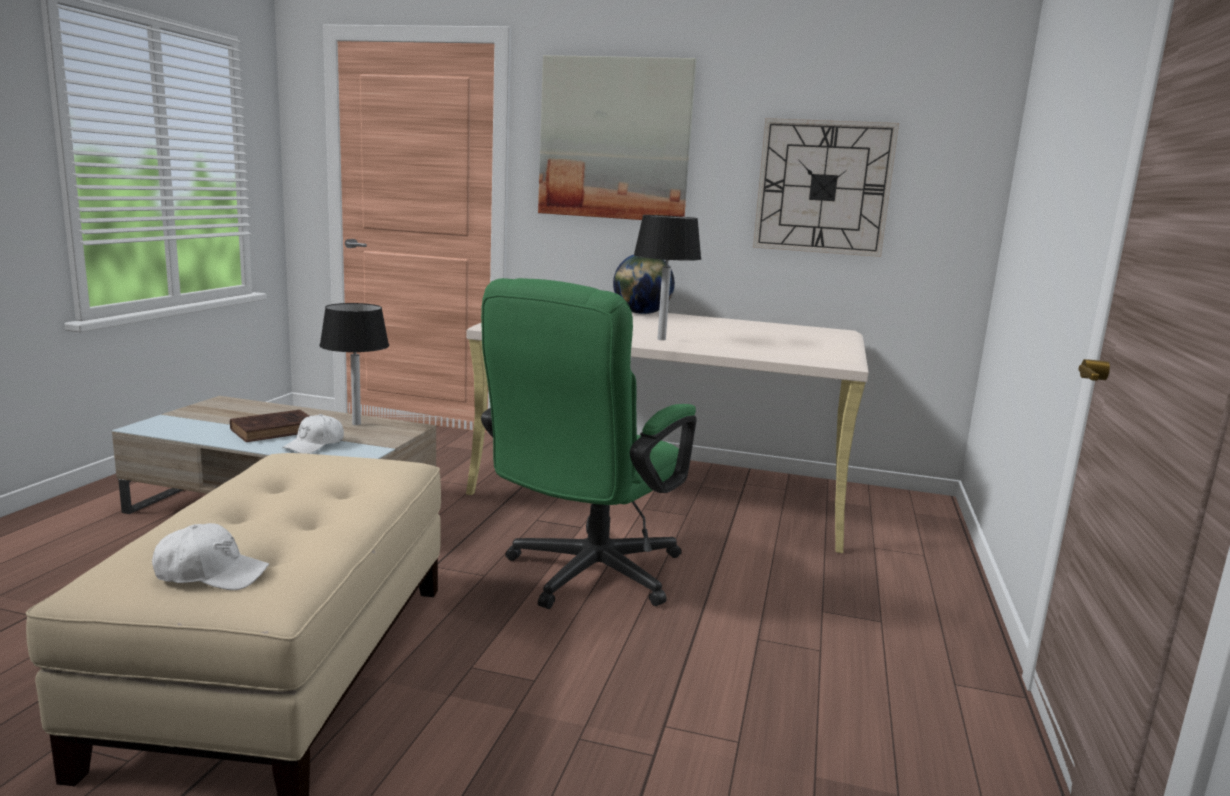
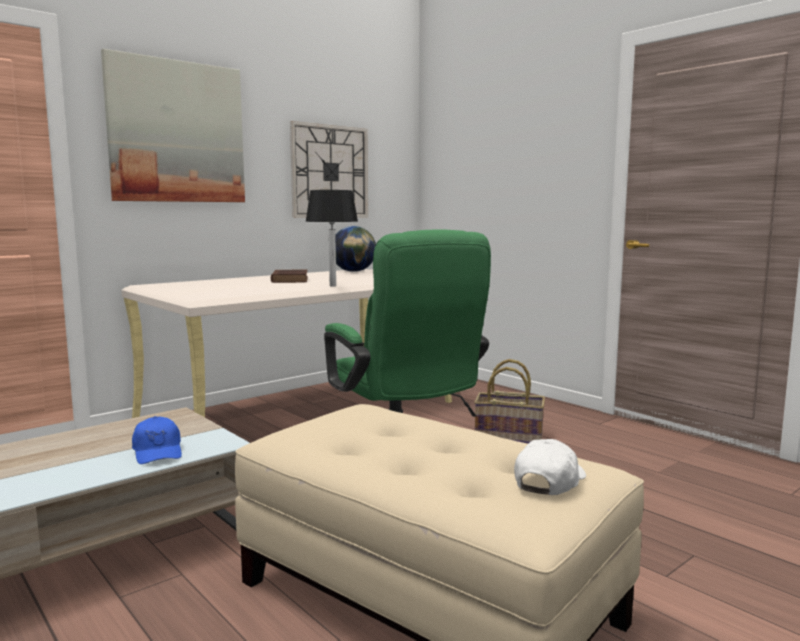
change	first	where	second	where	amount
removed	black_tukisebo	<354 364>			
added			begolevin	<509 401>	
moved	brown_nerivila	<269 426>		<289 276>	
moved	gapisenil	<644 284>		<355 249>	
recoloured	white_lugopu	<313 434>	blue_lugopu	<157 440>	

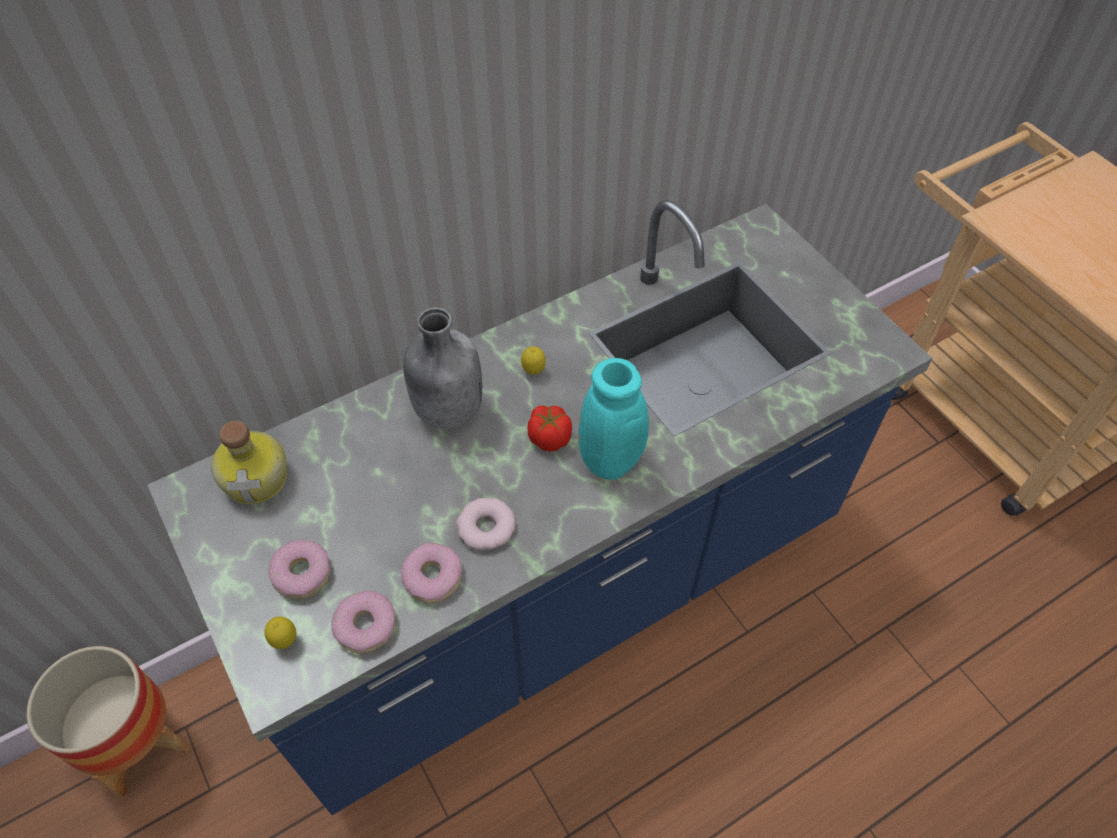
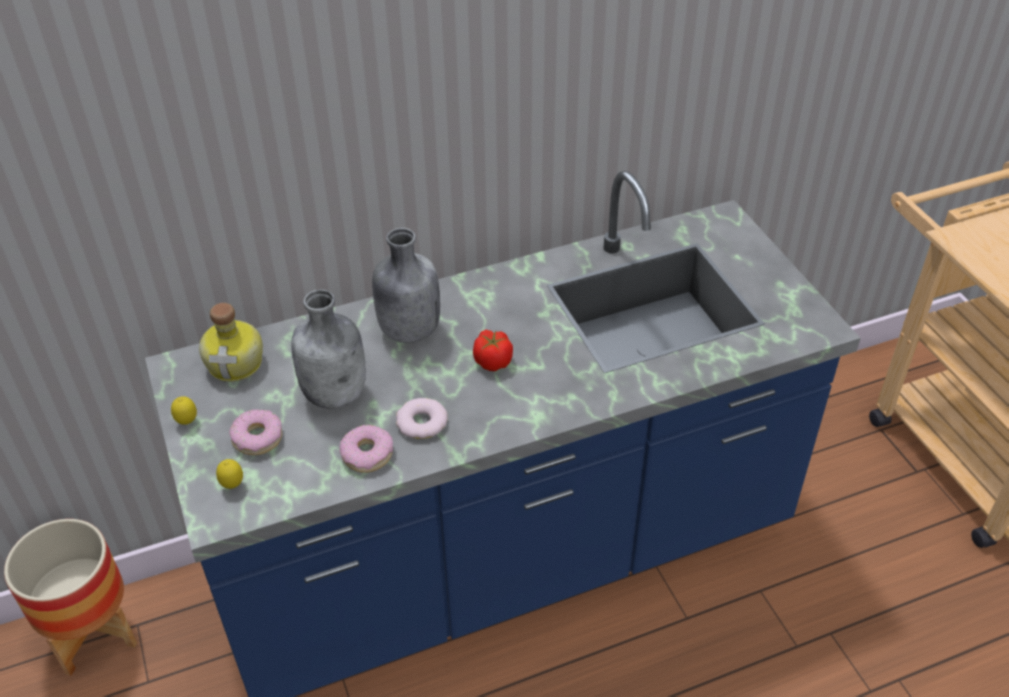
change	first	where	second	where	amount
removed	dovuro	<363 622>			
removed	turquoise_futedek	<613 419>			
added			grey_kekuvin	<328 348>	
moved	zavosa	<533 360>		<184 410>	

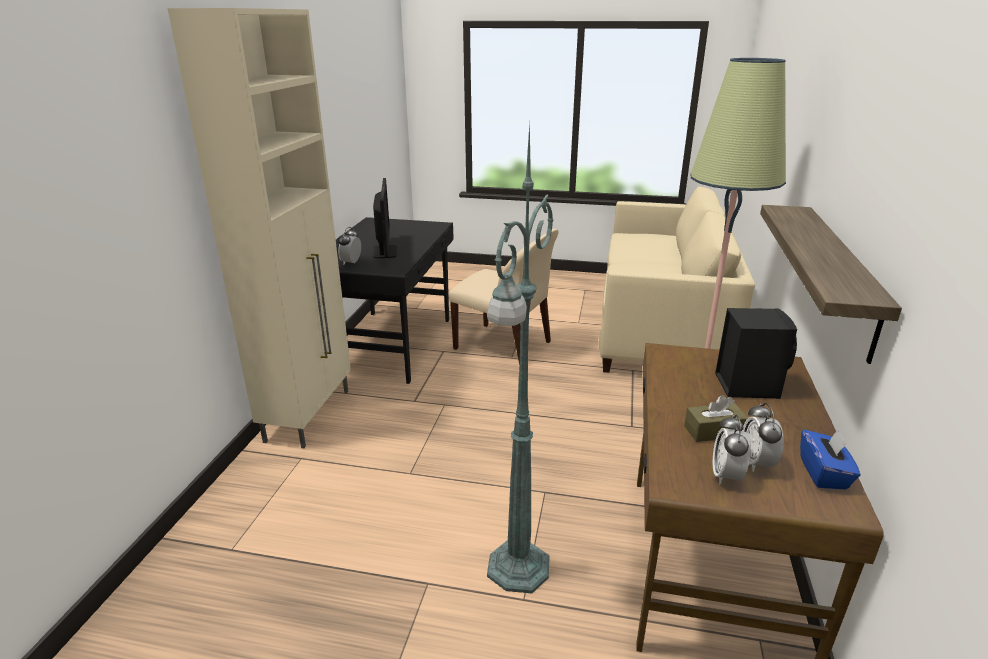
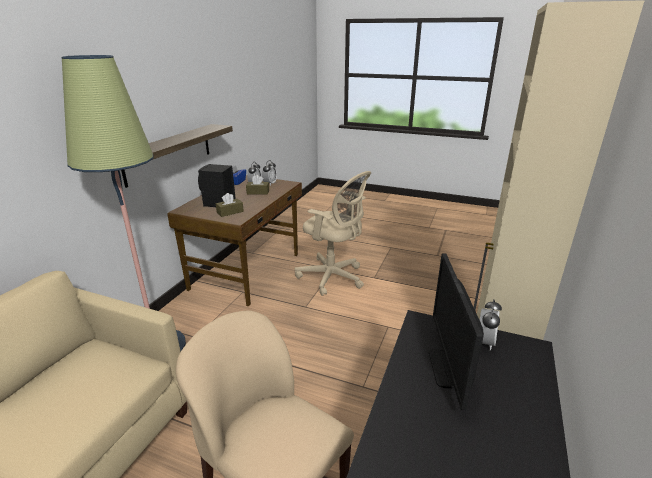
change	first	where	second	where	amount
added			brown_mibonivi	<230 205>	
replaced	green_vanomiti	<520 358>	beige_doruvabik	<333 233>	

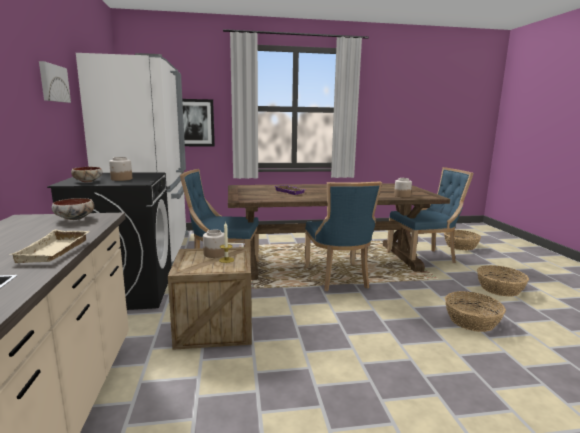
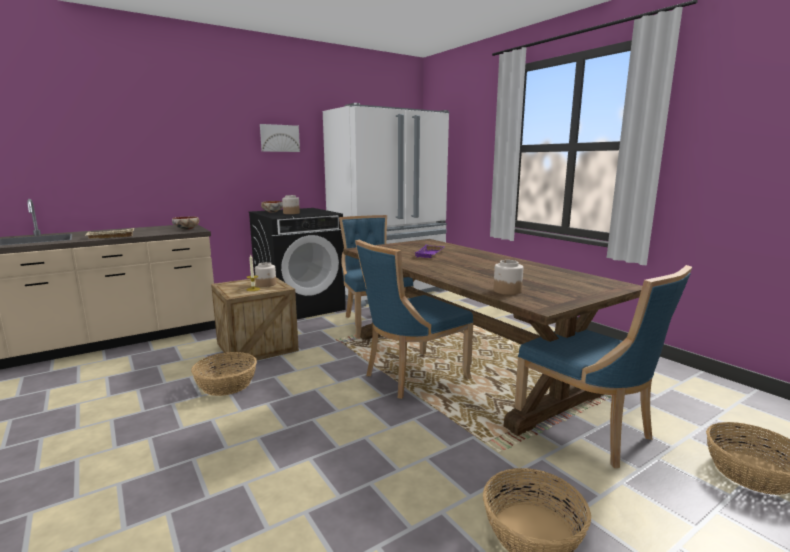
change	first	where	second	where	amount
removed	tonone	<198 122>			
moved	begolevin	<475 311>		<224 374>	

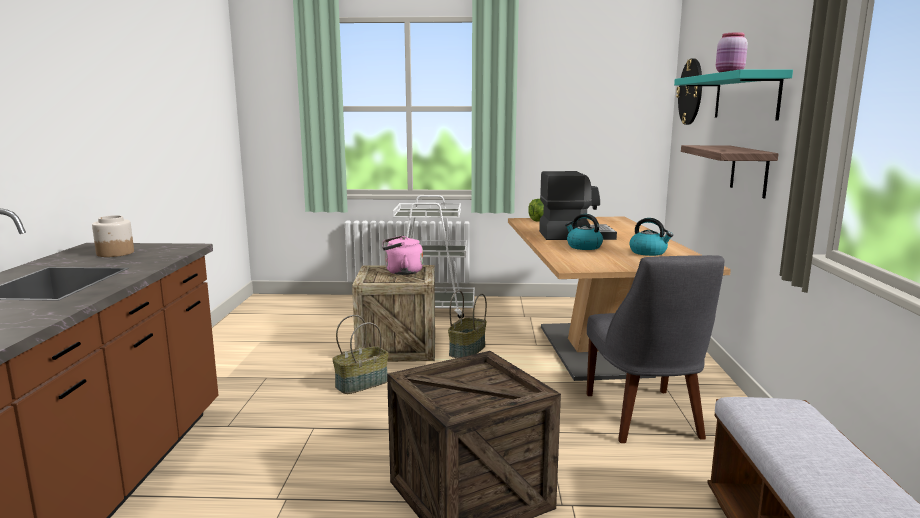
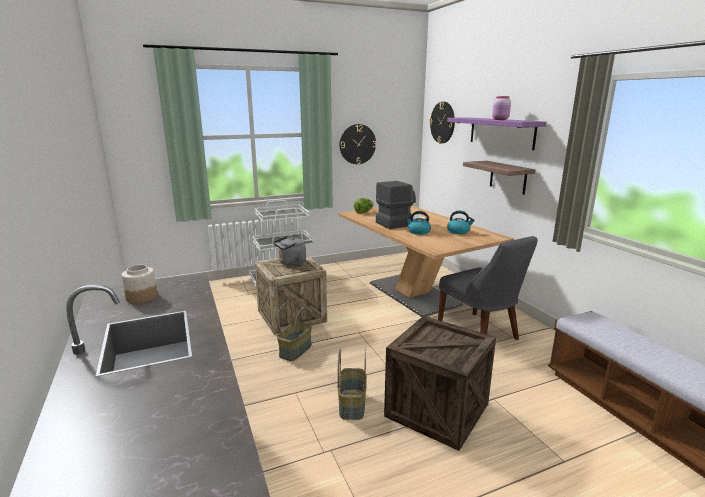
change	first	where	second	where	amount
added			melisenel	<358 144>	
moved	begolevin	<467 324>		<352 384>	
recoloured	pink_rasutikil	<402 255>	grey_rasutikil	<289 251>	
recoloured	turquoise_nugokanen	<733 95>	purple_nugokanen	<496 133>	

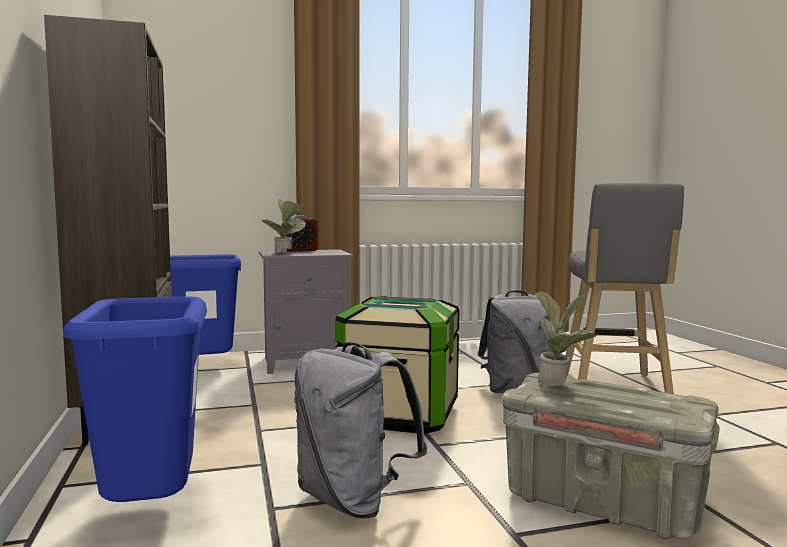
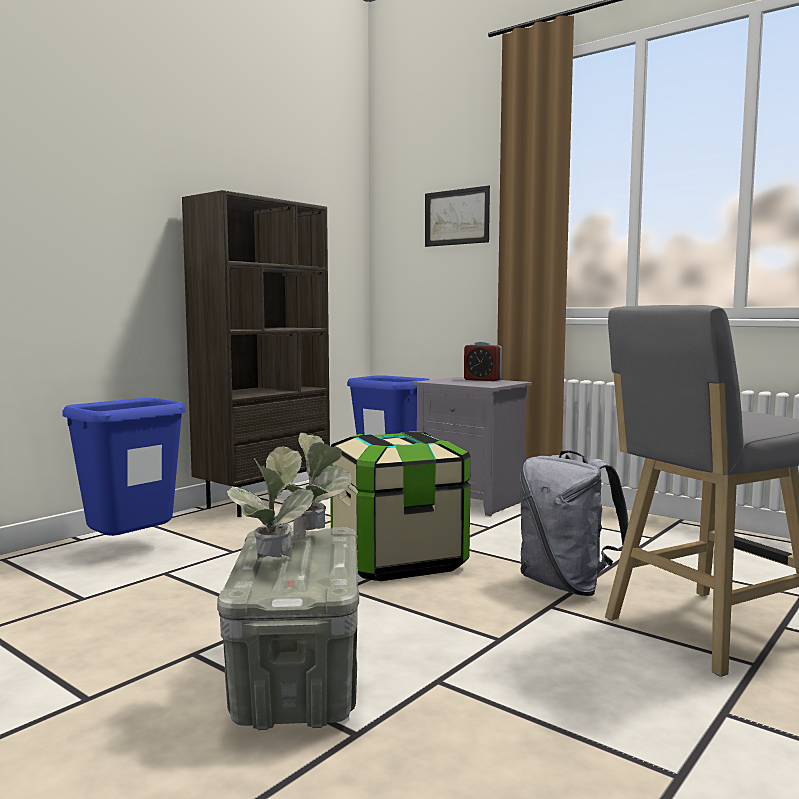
change	first	where	second	where	amount
removed	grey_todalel	<361 430>			
added			tonone	<457 216>	
moved	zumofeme	<284 226>		<270 503>	

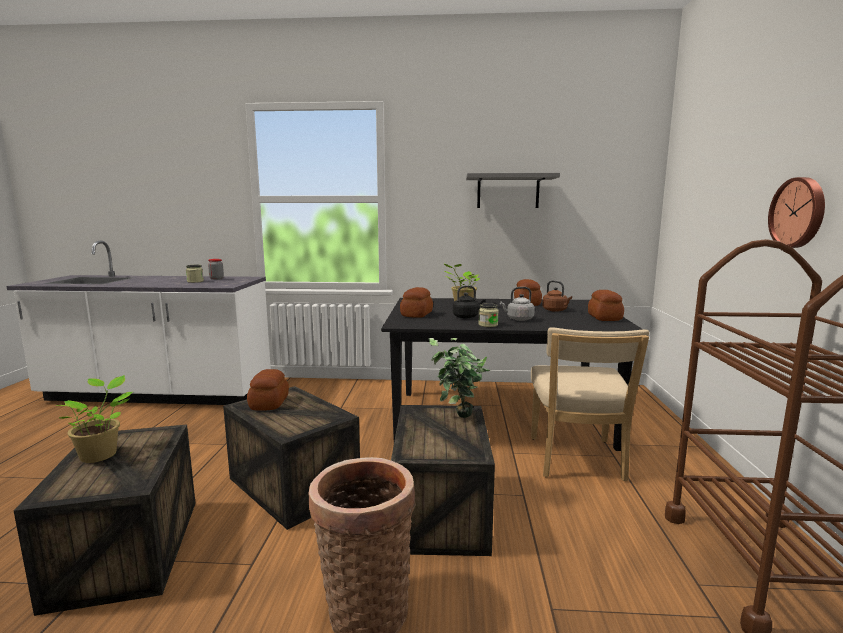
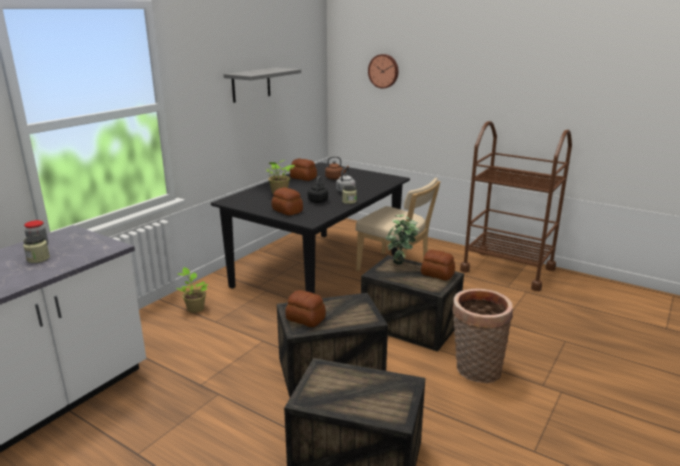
change	first	where	second	where	amount
moved	zumofeme	<93 419>		<192 290>	
moved	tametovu	<606 305>		<438 265>	
moved	melisenel	<796 212>		<383 71>	

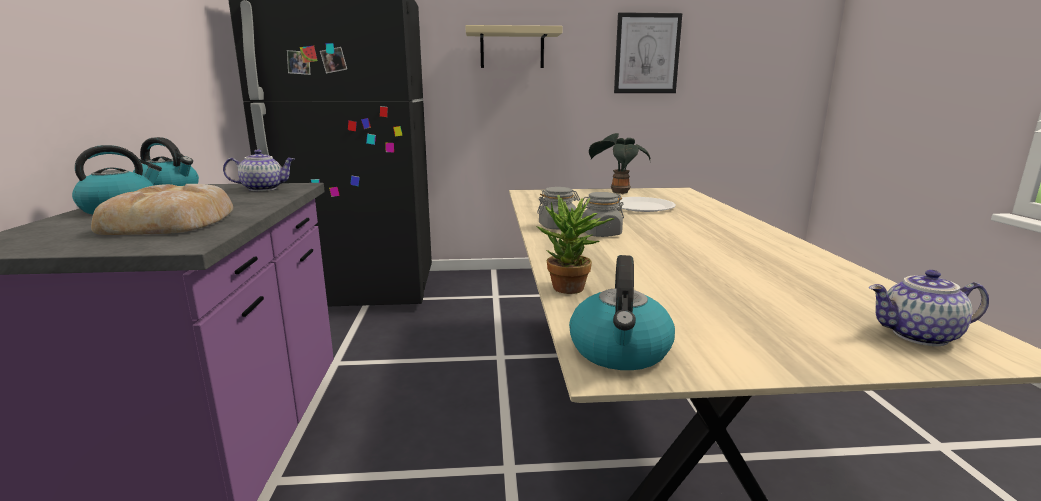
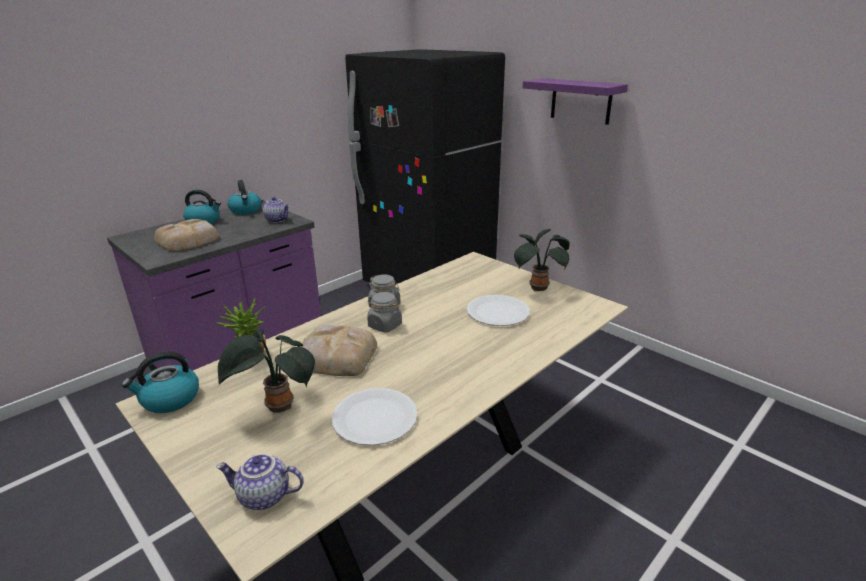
change	first	where	second	where	amount
removed	tonone	<648 52>			
added			zumofeme	<266 370>	
added			tametovu	<339 350>	
added			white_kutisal	<375 417>	
recoloured	beige_nugokanen	<514 46>	purple_nugokanen	<575 101>	
turned	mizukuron	<929 308>		<260 482>	45 degrees counterclockwise

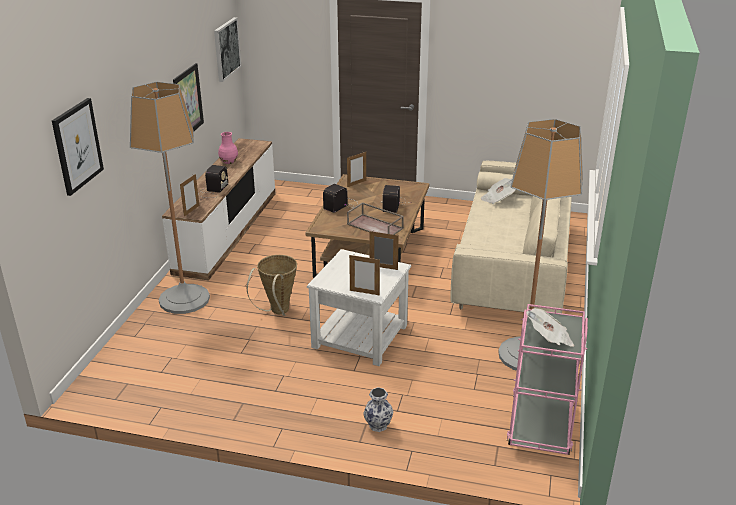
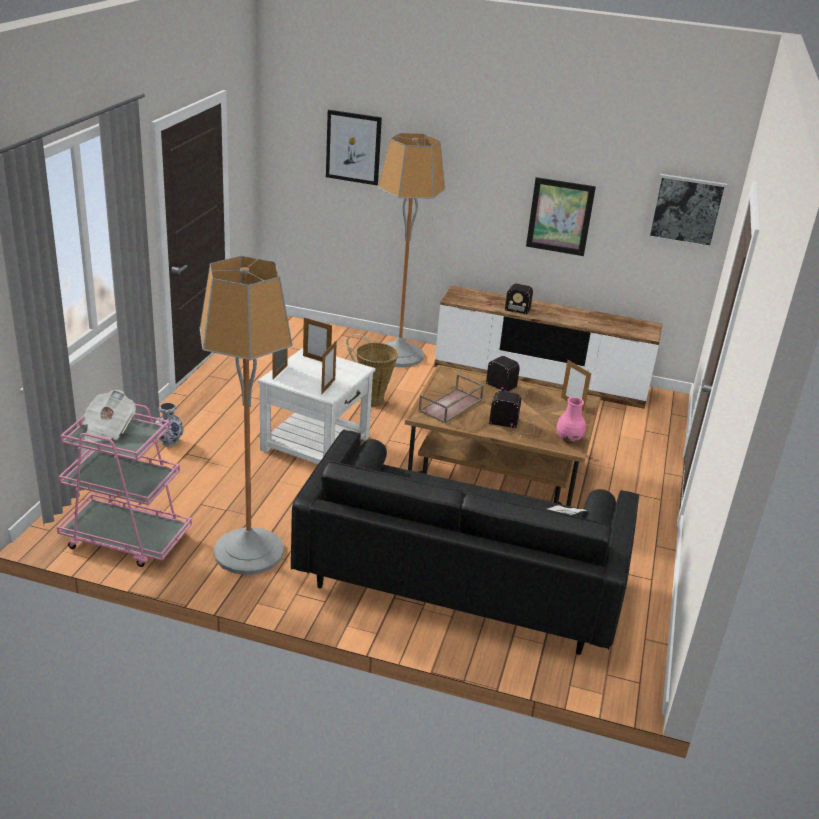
change	first	where	second	where	amount
moved	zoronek	<189 195>		<317 339>	
moved	pink_futedek	<228 148>		<571 420>	
recoloured	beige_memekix	<511 237>	black_memekix	<465 542>	

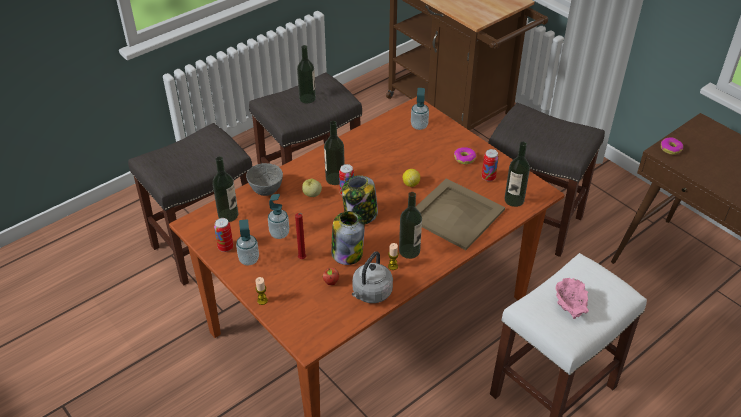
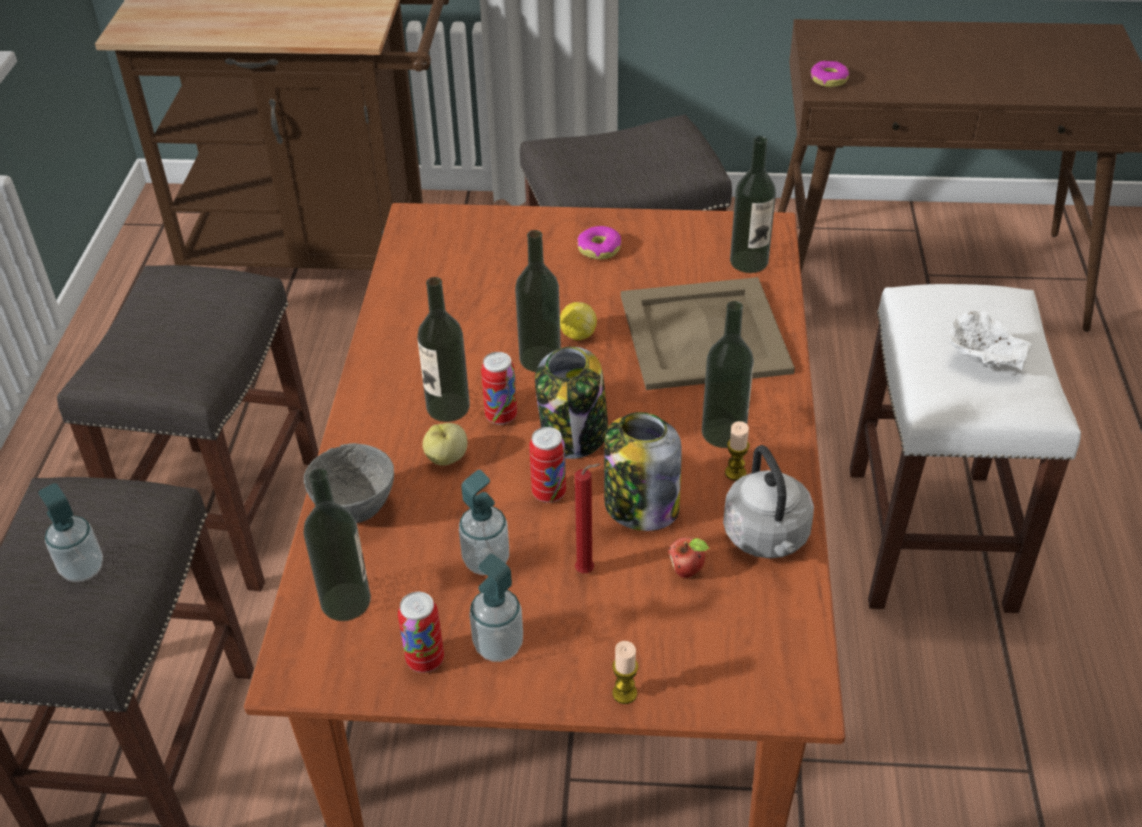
change	first	where	second	where	amount
moved	kekuvin	<306 74>		<538 301>	
moved	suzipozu	<420 109>		<70 532>	
moved	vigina	<490 165>		<547 465>	
recoloured	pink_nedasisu	<572 298>	white_nedasisu	<990 340>	

